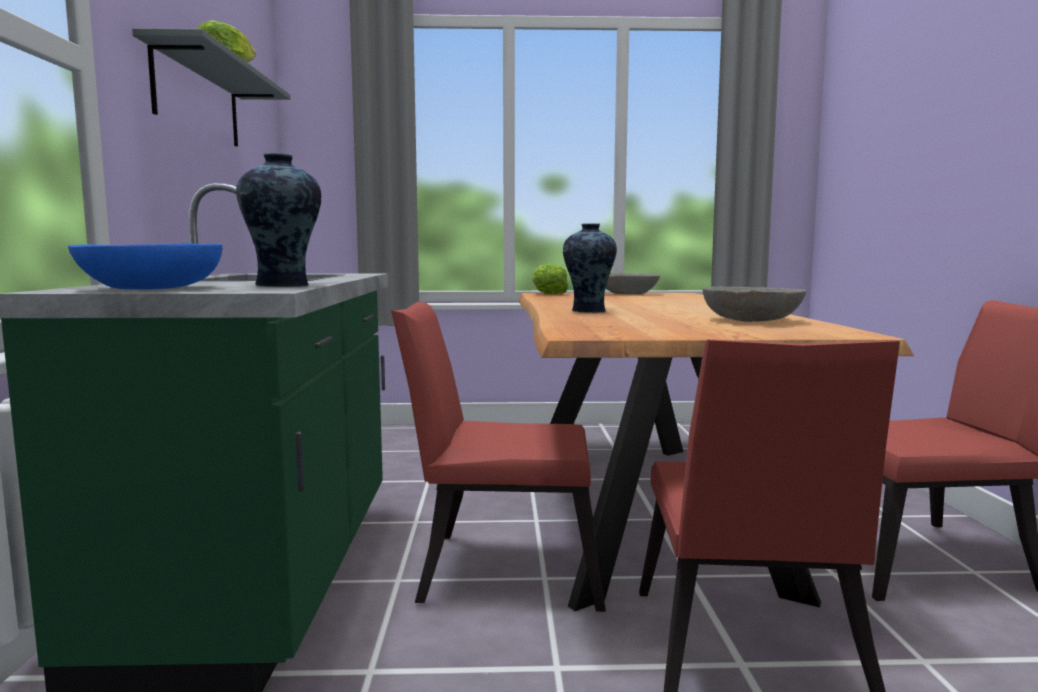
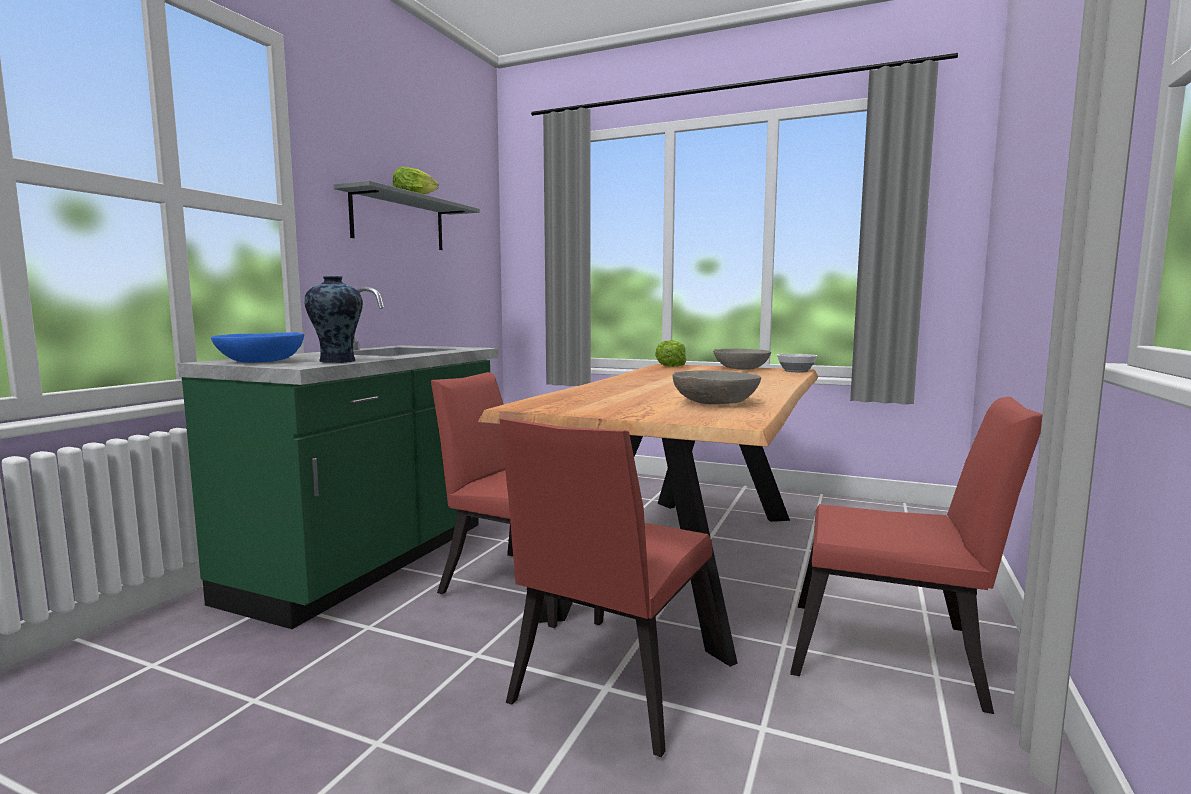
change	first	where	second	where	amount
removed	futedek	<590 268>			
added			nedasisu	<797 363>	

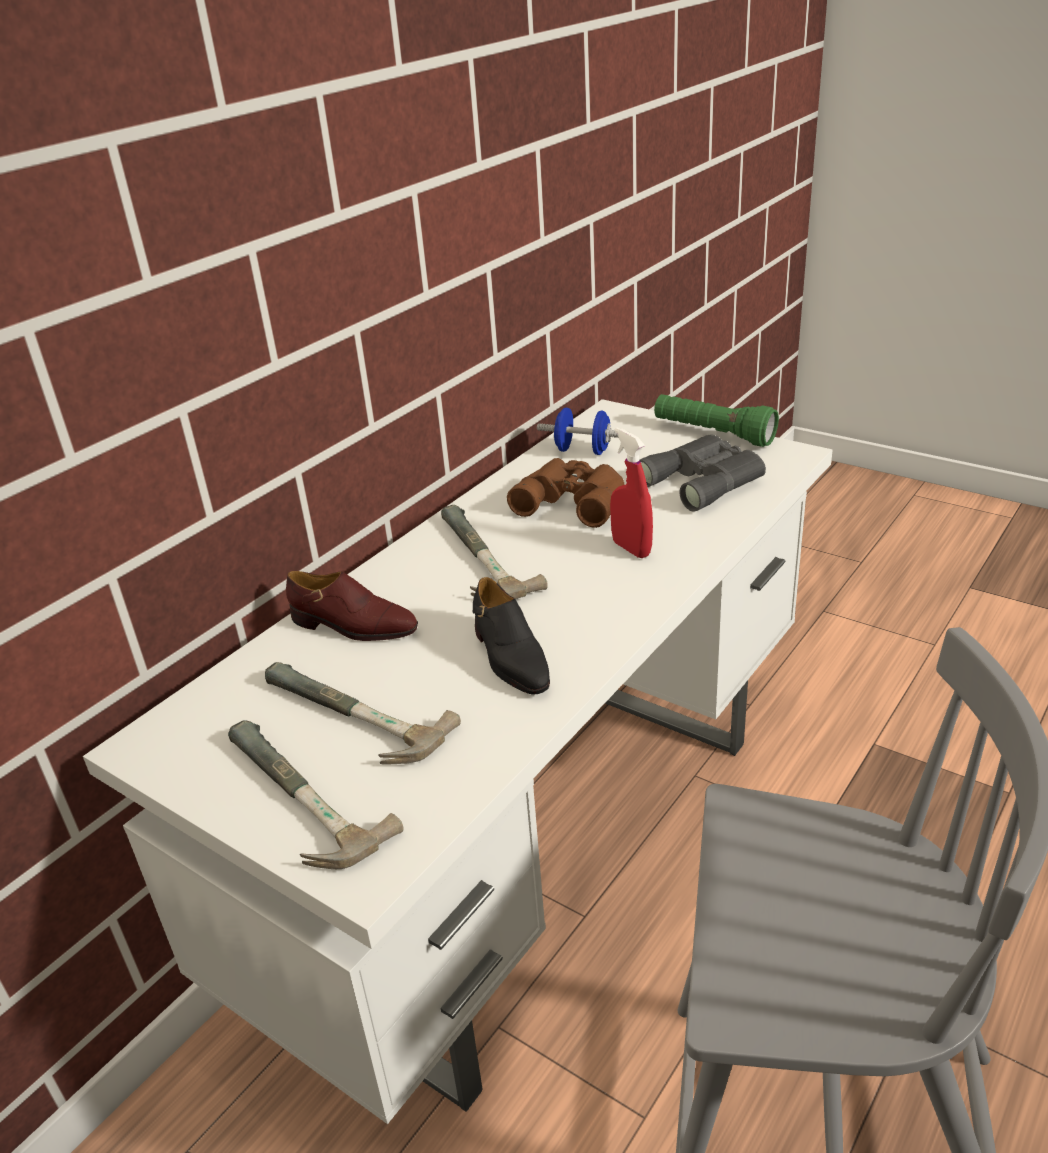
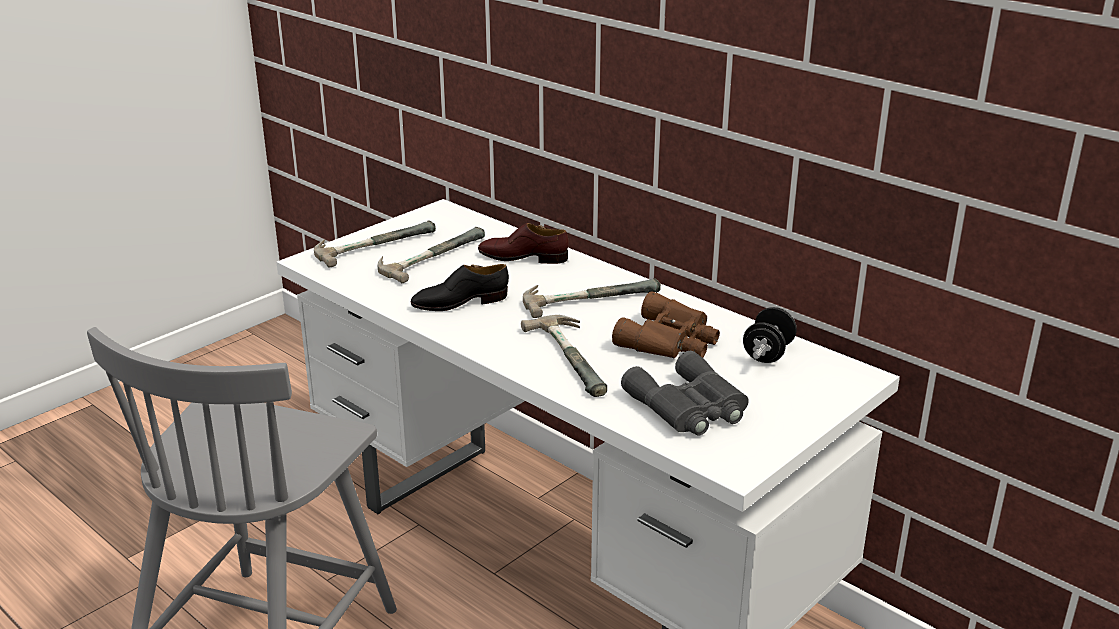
change	first	where	second	where	amount
removed	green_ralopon	<716 420>			
replaced	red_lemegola	<631 492>	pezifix	<564 356>	
recoloured	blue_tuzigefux	<578 431>	black_tuzigefux	<770 335>	
turned	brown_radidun	<352 606>		<523 243>	75 degrees clockwise

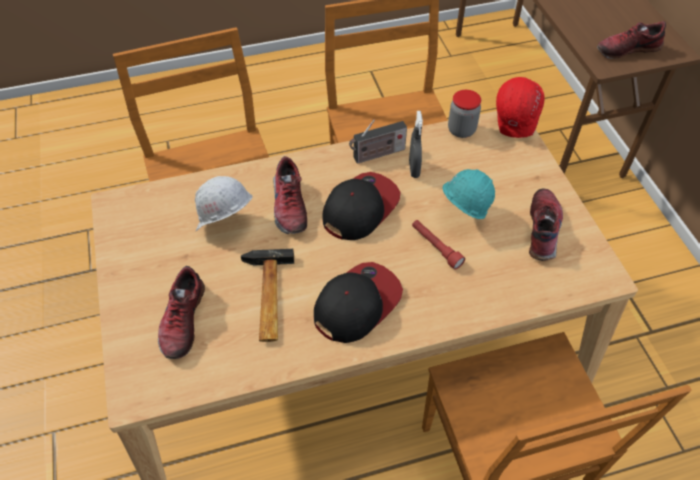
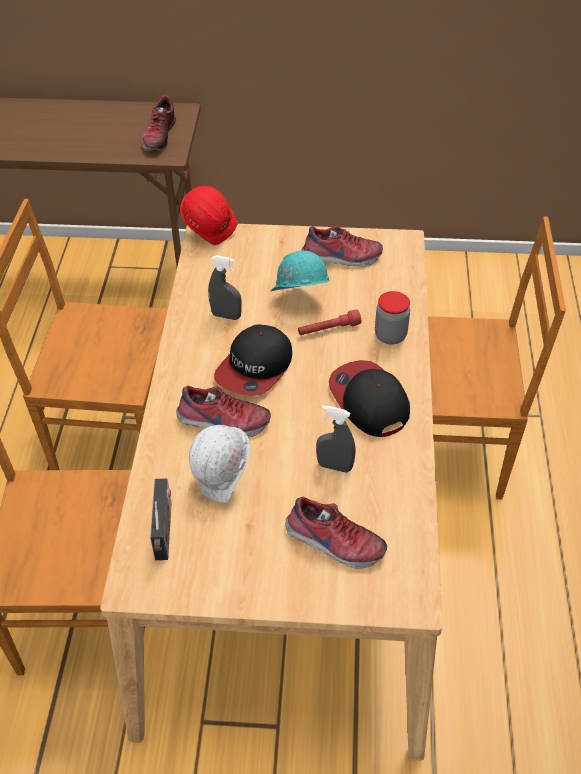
change	first	where	second	where	amount
moved	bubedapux	<378 141>		<161 519>	
moved	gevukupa	<464 114>		<392 317>	
replaced	pezifix	<267 295>	grey_lemegola	<335 439>	
turned	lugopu	<361 206>		<253 360>	120 degrees counterclockwise
turned	radidun	<546 224>		<342 246>	150 degrees clockwise

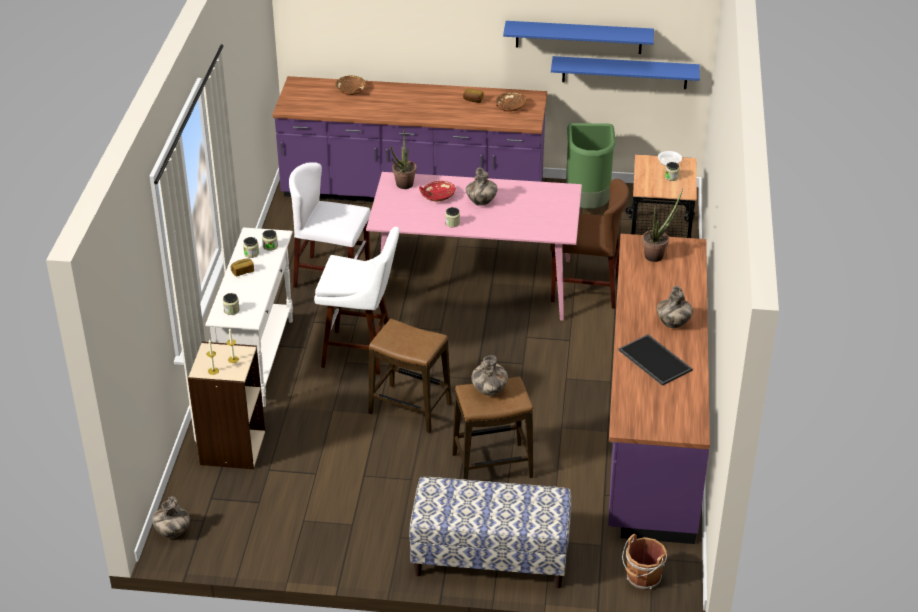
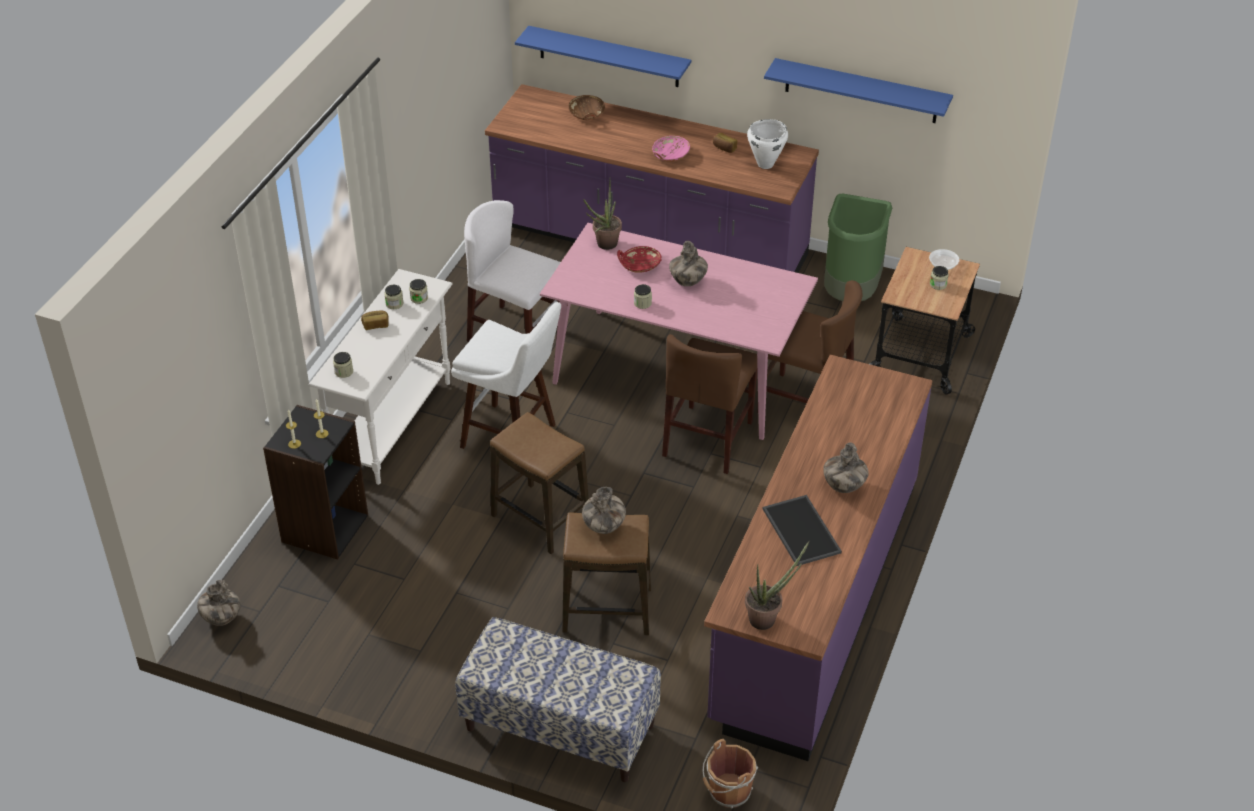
change	first	where	second	where	amount
added			pink_nedasisu	<671 148>	
added			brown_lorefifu	<709 404>	
moved	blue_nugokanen	<625 72>		<603 56>	
moved	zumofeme	<662 225>		<777 585>	
replaced	brown_nedasisu	<511 102>	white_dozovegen	<767 144>	
recoloured	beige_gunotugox	<226 405>	black_gunotugox	<315 482>	

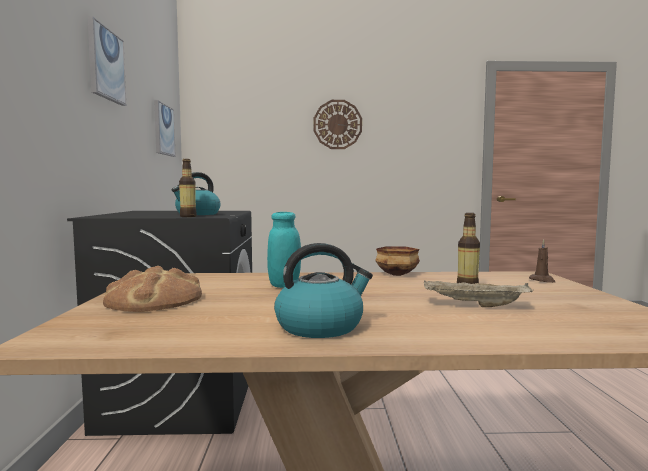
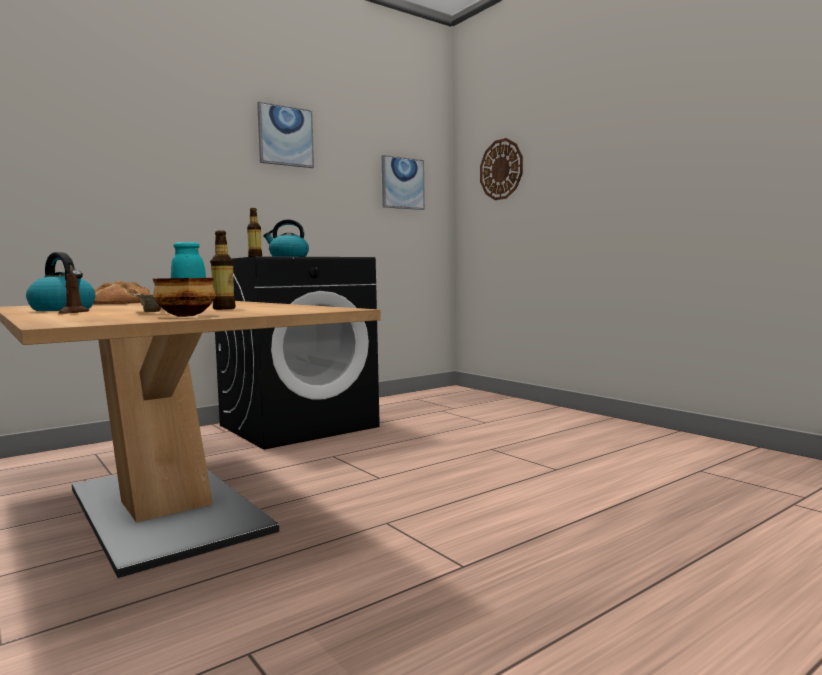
change	first	where	second	where	amount
moved	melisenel	<338 124>		<501 169>	
moved	nedasisu	<397 261>		<184 297>	
moved	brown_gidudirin	<542 261>		<74 289>	

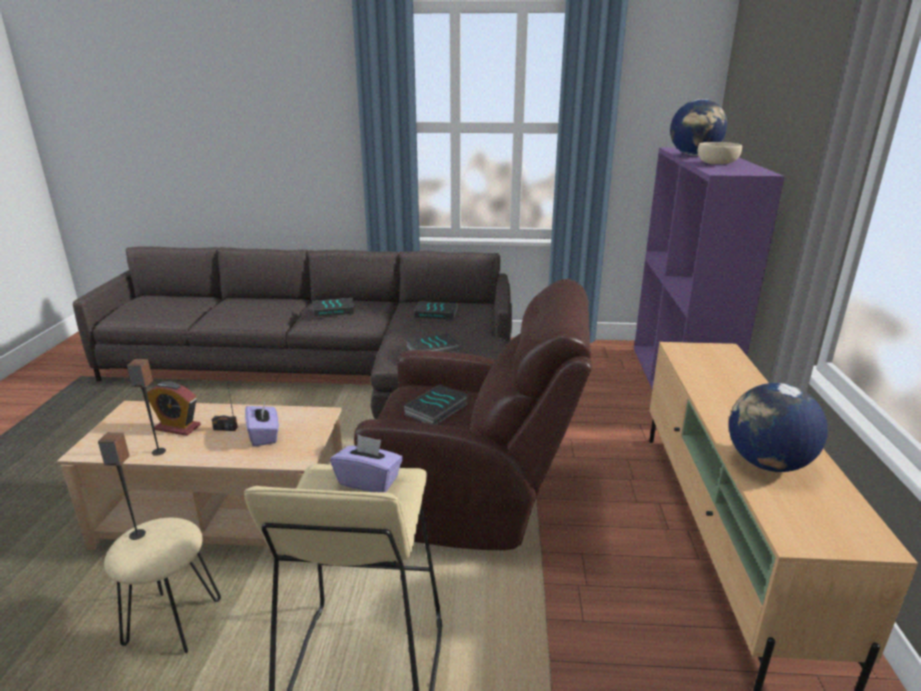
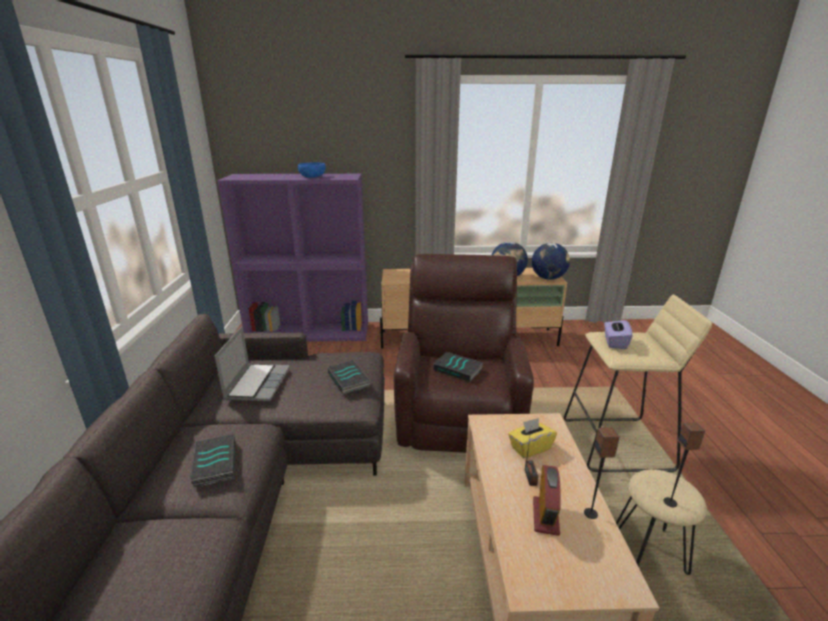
change	first	where	second	where	amount
moved	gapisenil	<698 127>		<551 261>	
replaced	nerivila	<436 310>	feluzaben	<252 363>	
recoloured	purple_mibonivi	<262 424>	yellow_mibonivi	<532 438>	
recoloured	beige_nedasisu	<719 153>	blue_nedasisu	<312 170>	

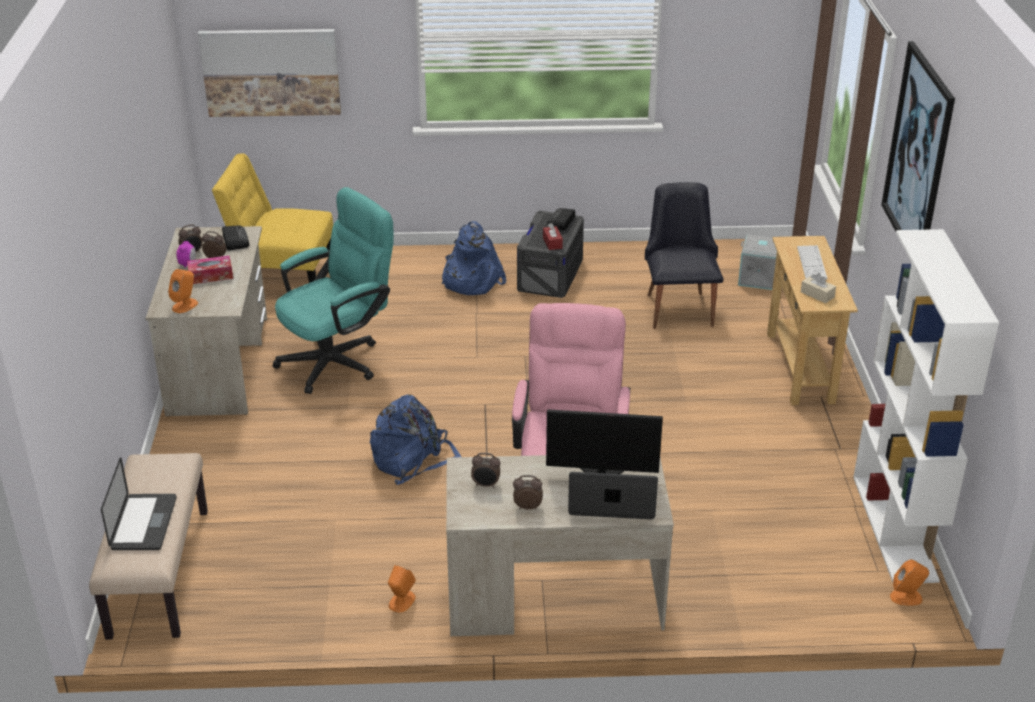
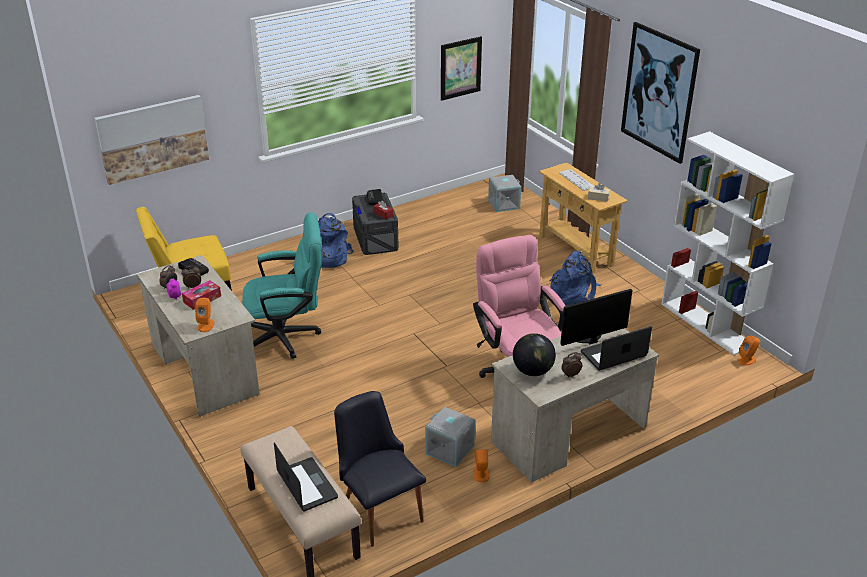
change	first	where	second	where	amount
added			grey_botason	<450 437>	
added			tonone	<461 68>	
moved	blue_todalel	<415 439>		<575 278>	
moved	black_lorefifu	<684 255>		<380 469>	
replaced	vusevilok	<486 470>	gapisenil	<534 354>	
turned	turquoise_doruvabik	<333 290>		<282 285>	60 degrees clockwise

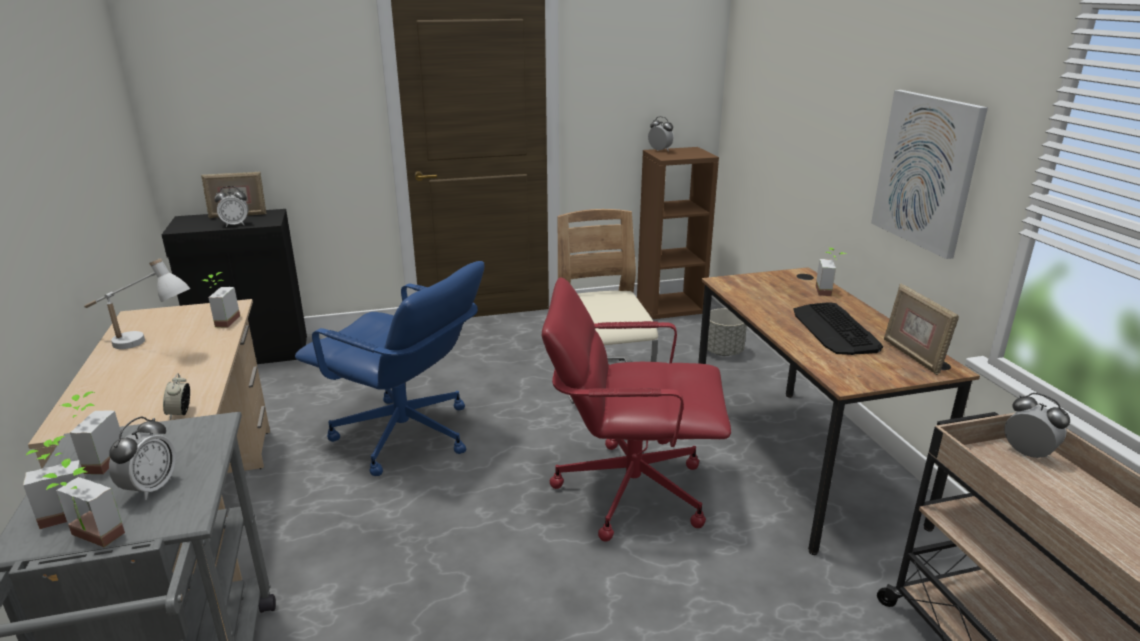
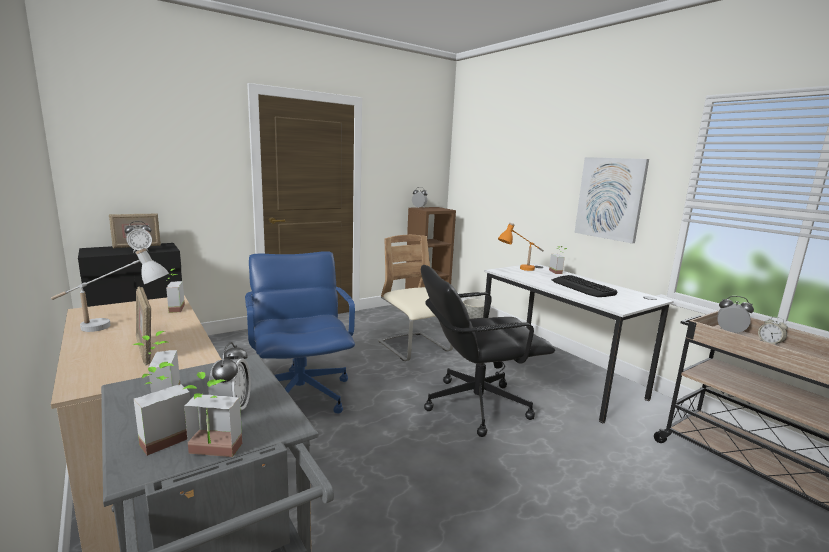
change	first	where	second	where	amount
added			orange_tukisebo	<521 247>	
moved	vusevilok	<176 396>		<773 331>	
moved	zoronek	<921 329>		<143 325>	
recoloured	red_doruvabik	<636 409>	black_doruvabik	<488 351>	
recoloured	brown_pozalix	<839 411>	white_pozalix	<578 343>	
turned	blue_doruvabik	<390 368>		<300 332>	120 degrees counterclockwise

